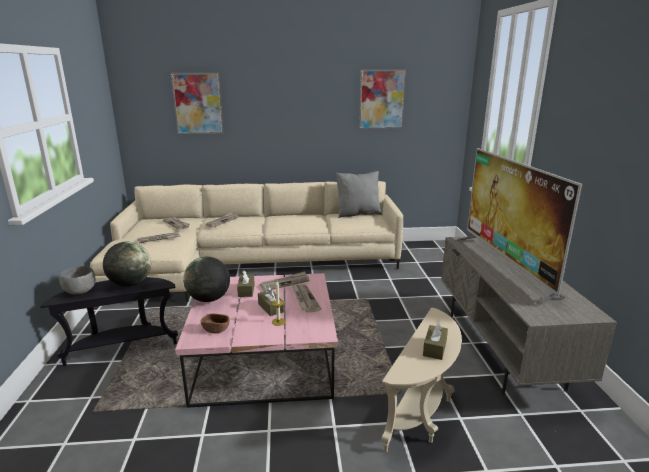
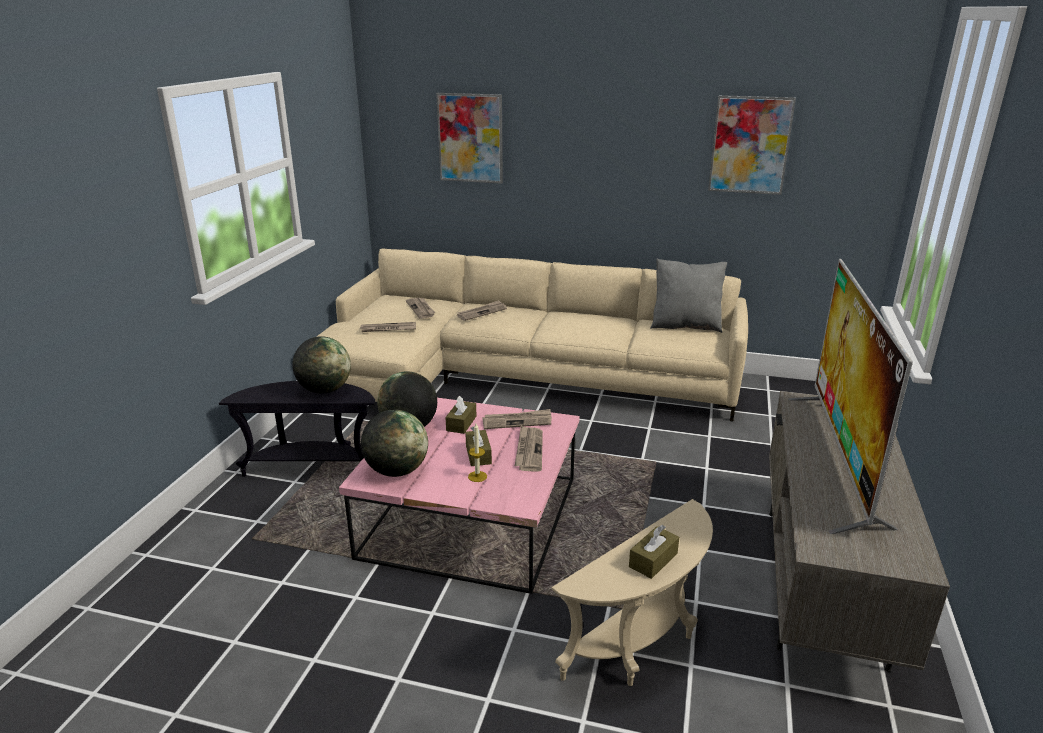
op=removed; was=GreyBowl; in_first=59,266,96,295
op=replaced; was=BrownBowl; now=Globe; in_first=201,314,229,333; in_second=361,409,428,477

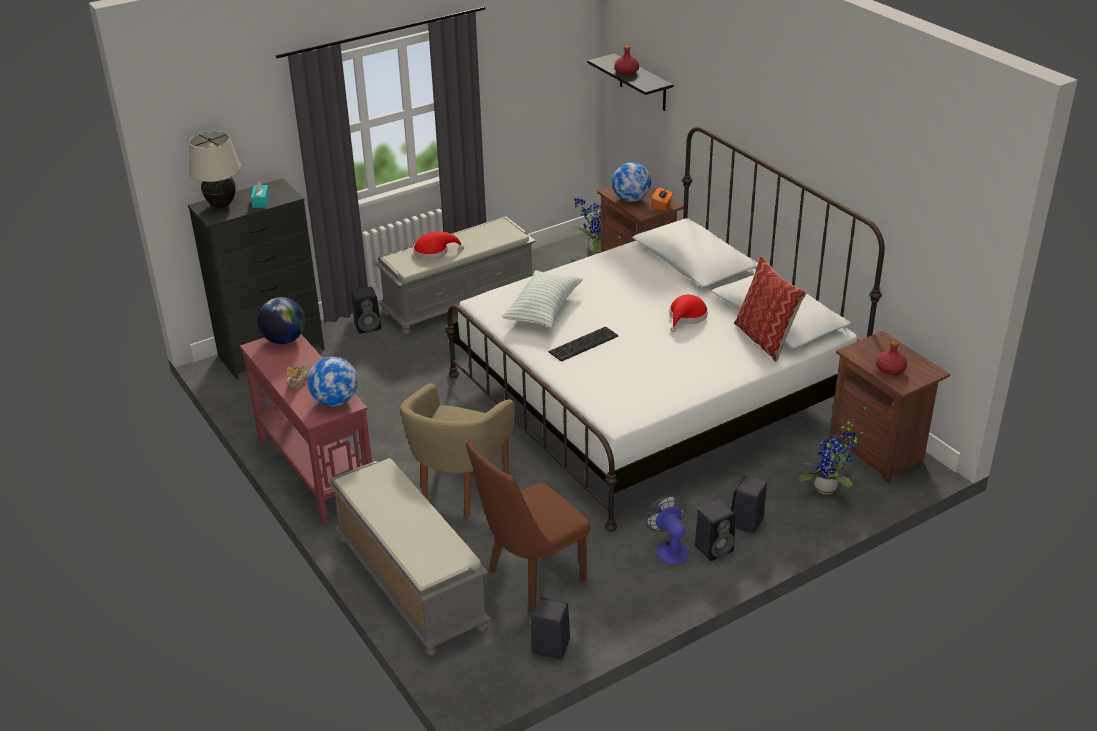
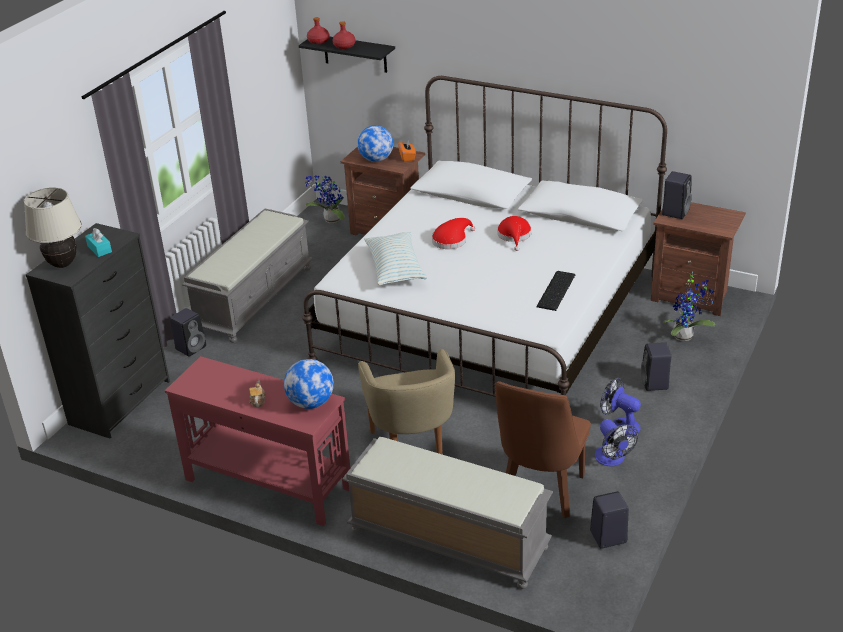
op=removed; was=Globe; in_first=257,297,305,344
op=moved; was=RedHat; in_first=413,232,464,259; in_second=432,218,475,249
op=moved; was=Keyboard; in_first=548,327,618,362; in_second=536,271,575,311
op=moved; was=BlackSpeaker; in_first=695,500,735,561; in_second=662,171,692,219
op=removed; was=Pillow; in_first=734,256,807,362
op=moved; was=RedBottle; in_first=876,341,907,375; in_second=307,17,330,44
op=added; now=Fan; in_second=595,419,639,466

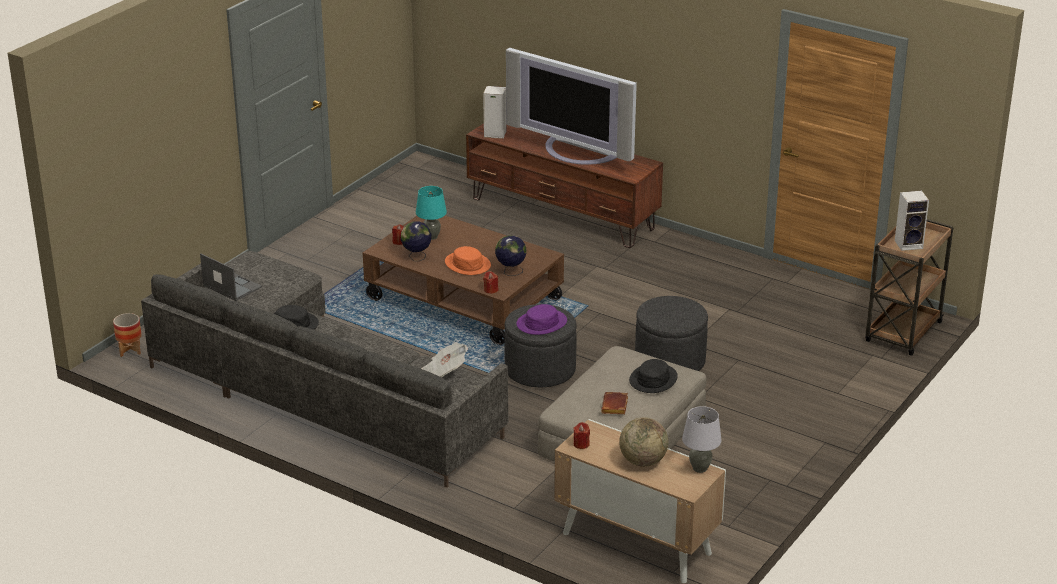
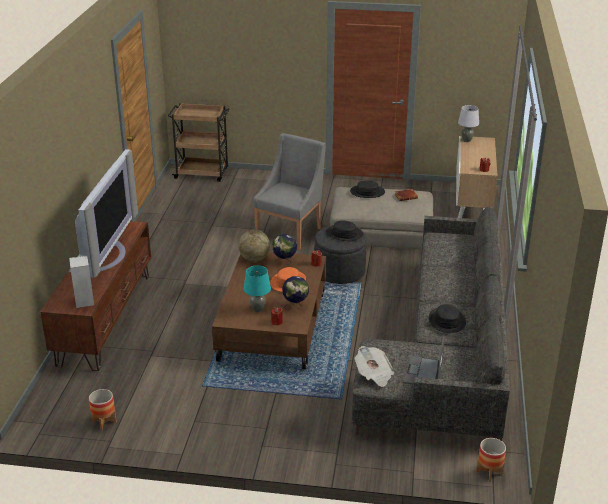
op=moved; was=Newspaper; in_first=421,342,468,377; in_second=355,346,394,387
op=recoloured; was=PurpleHat; now=BlackHat; in_first=516,304,567,335; in_second=326,221,363,241
op=moved; was=Globe; in_first=619,417,668,467; in_second=238,230,270,262
op=replaced; was=GreyOttoman; now=GreyArmchair; in_first=635,296,708,371; in_second=253,133,326,250
op=removed; was=Speaker; in_first=895,191,929,251
op=added; now=Planter; in_second=89,389,117,430

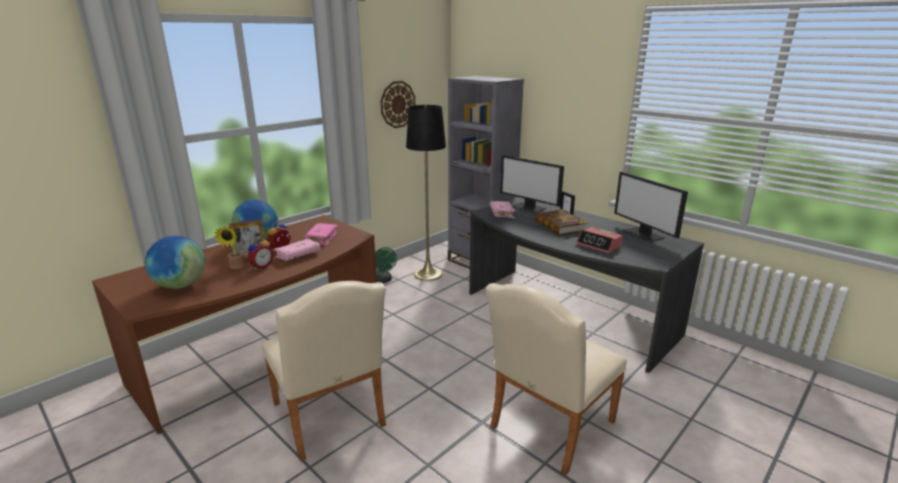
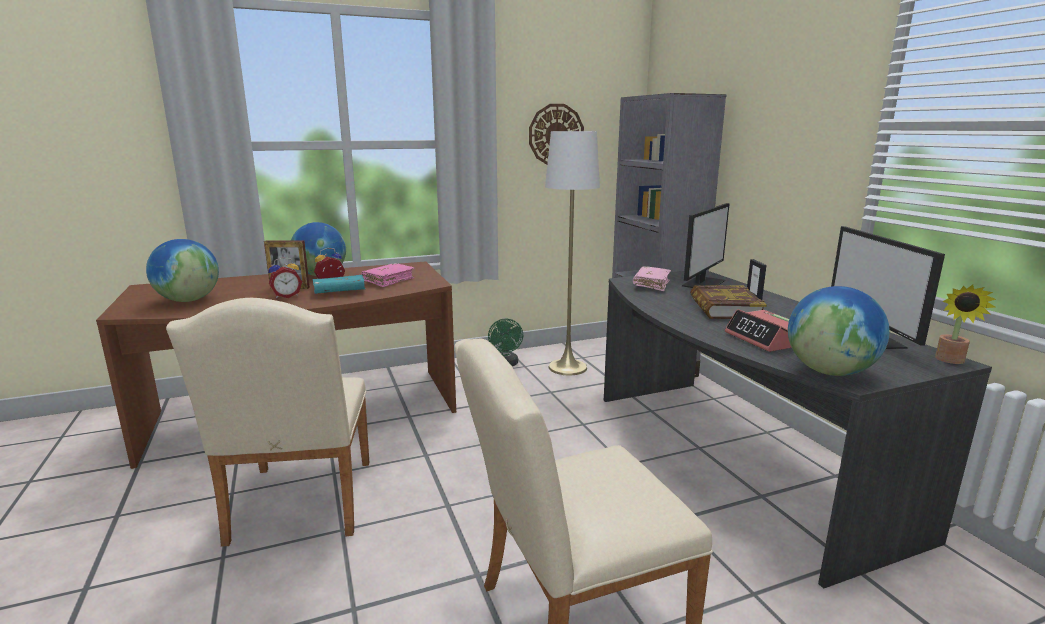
op=moved; was=PottedPlant; in_first=213,226,245,269; in_second=935,285,996,364
op=recoloured; was=PinkBook; now=TurquoiseBook; in_first=274,238,321,261; in_second=313,275,365,294
op=recoloured; was=BlackFloorLamp; now=WhiteFloorLamp; in_first=406,105,446,281; in_second=545,129,600,375
op=turned; was=Monitor; in_first=500,155,564,213; in_second=682,203,730,288; clockwise=-120
op=added; now=Globe; in_second=788,286,890,376

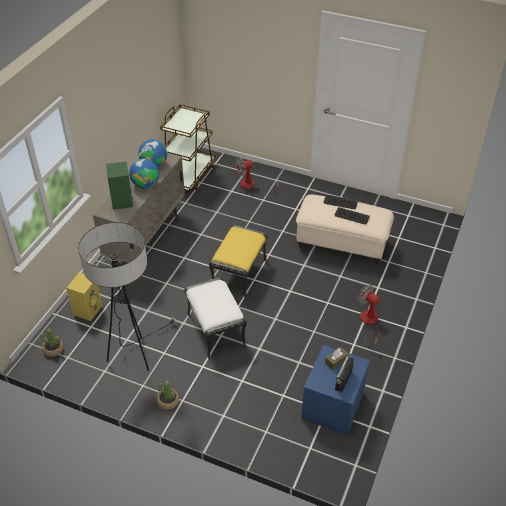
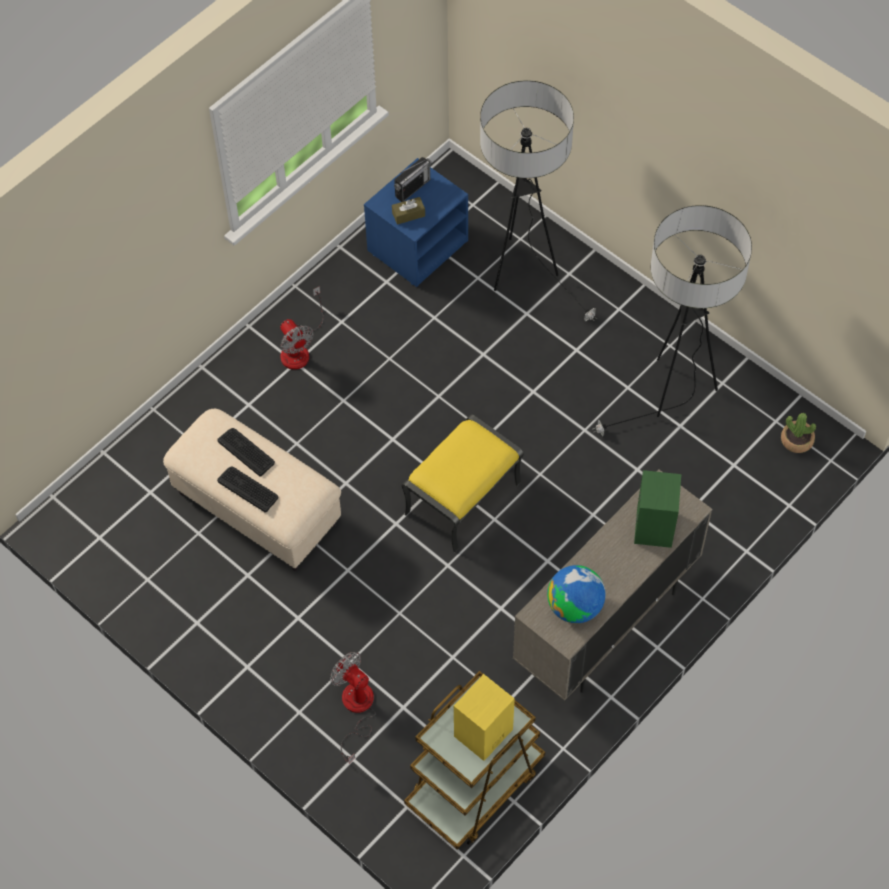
op=moved; was=YellowSpeaker; in_first=66,273,102,321; in_second=454,674,515,761
op=removed; was=Globe; in_first=129,159,159,189
op=removed; was=PottedPlant; in_first=157,381,179,410
op=removed; was=WhiteOttoman; in_first=184,277,247,359
op=turned; was=Fan; in_first=236,157,279,196; in_second=330,652,376,764; clockwise=-135
op=added; now=FloorLamp; in_second=480,80,597,321

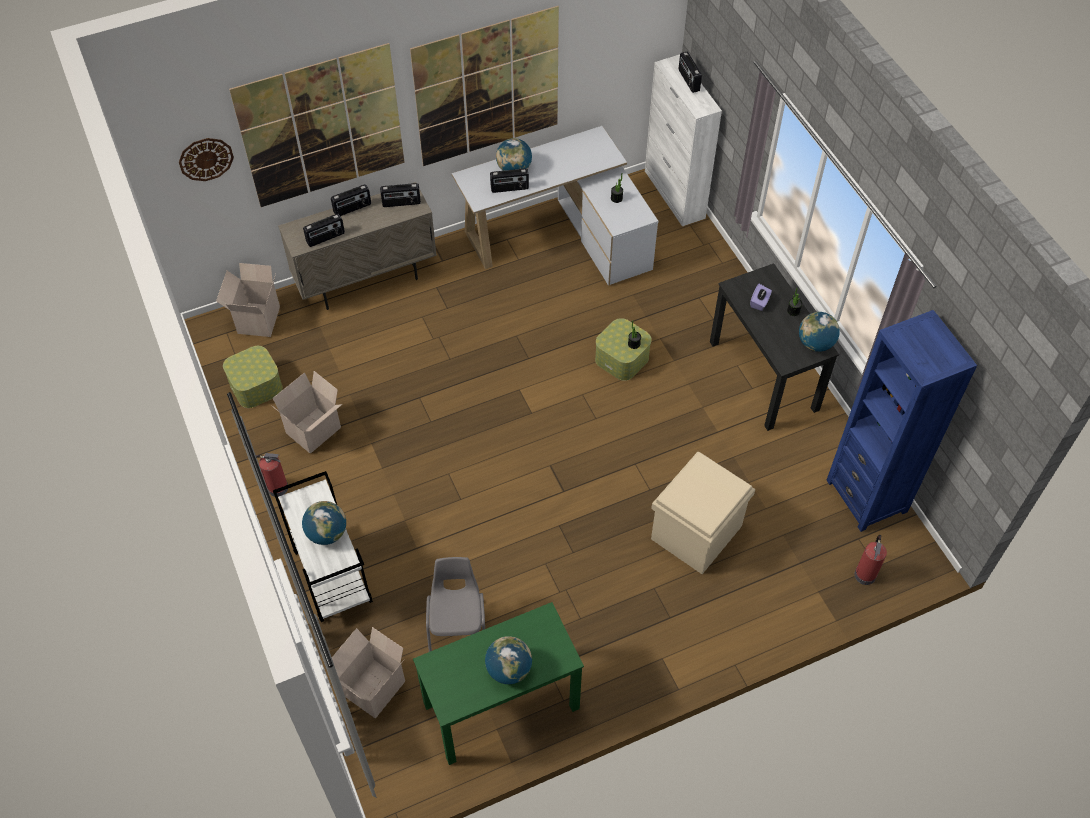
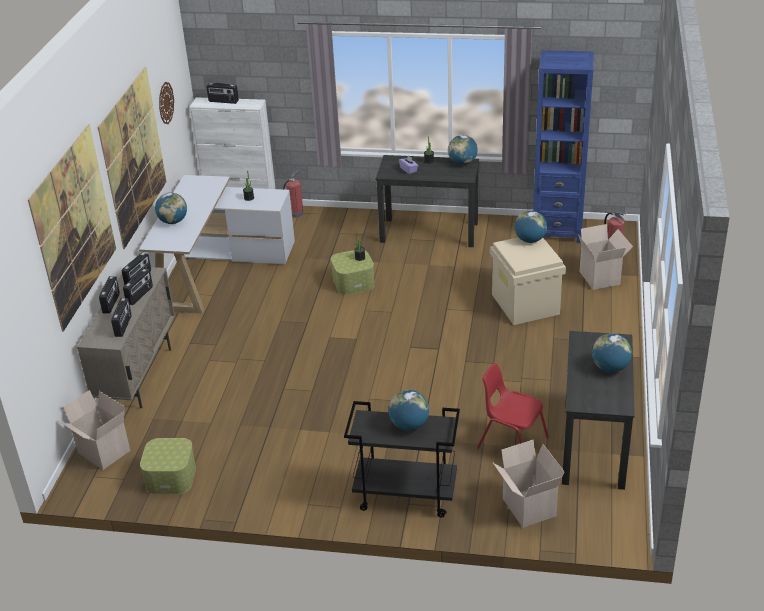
op=moved; was=WallClock; in_first=179,138,234,181; in_second=159,82,174,124
op=moved; was=FireExtinguisher; in_first=256,453,288,497; in_second=283,170,304,218
op=moved; was=CardboardBox; in_first=271,371,342,454; in_second=578,224,633,290
op=recoloured; was=WhiteCart; now=BlackCart; in_first=273,471,373,622; in_second=344,401,460,518
op=recoloured; was=GreenDesk; now=BlackDesk; in_first=413,602,584,765; in_second=562,331,635,490
op=recoloured; was=GreyChair; now=RedChair; in_first=426,557,485,652; in_second=477,363,549,449
op=moved; was=Radio; in_first=490,168,529,193; in_second=123,269,153,305
op=added; now=Globe; in_second=514,211,547,243

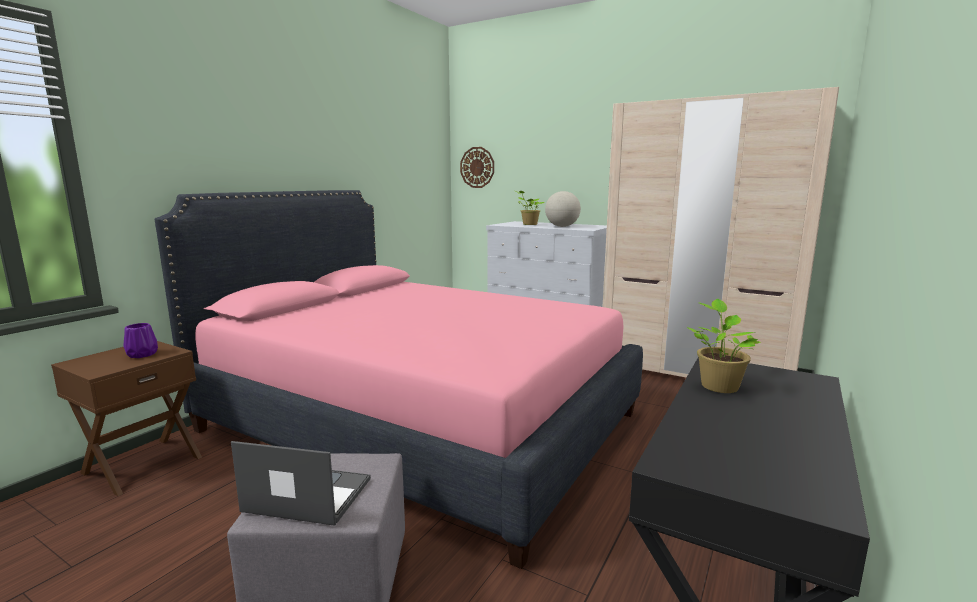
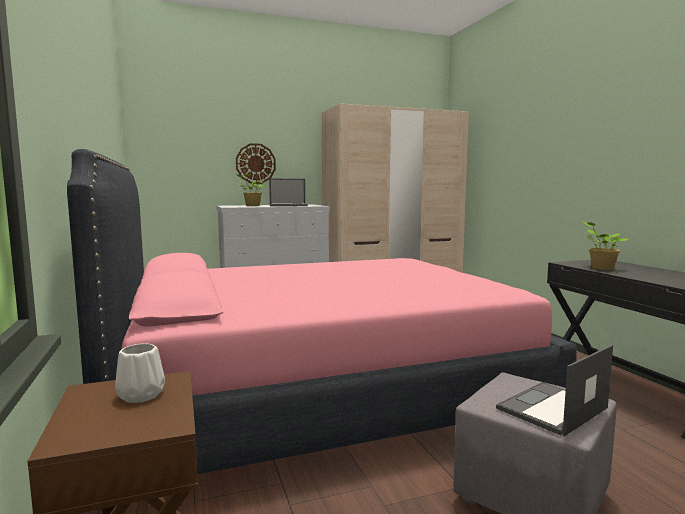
op=recoloured; was=PurpleVase; now=WhiteVase; in_first=123,323,158,358; in_second=115,344,165,403
op=moved; was=WallClock; in_first=460,147,494,188; in_second=236,143,276,184
op=replaced; was=Globe; now=Laptop; in_first=545,191,581,227; in_second=269,179,308,207

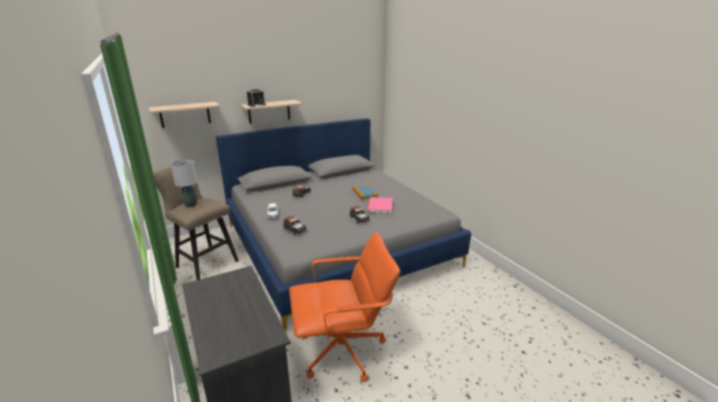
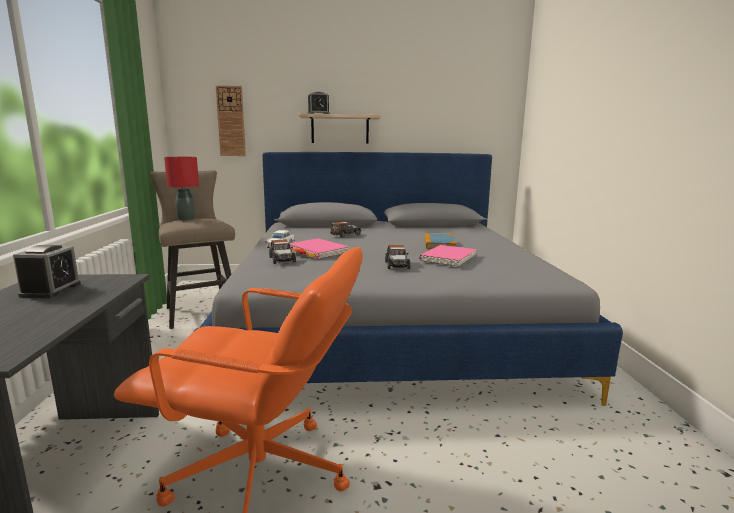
op=replaced; was=Shelf; now=WallClock; in_first=149,102,220,128; in_second=216,86,246,156
op=recoloured; was=GreyTableLamp; now=RedTableLamp; in_first=170,159,198,207; in_second=164,157,199,221
op=added; now=AlarmClock; in_second=13,245,81,298
op=added; now=PinkBook; in_second=290,238,350,259

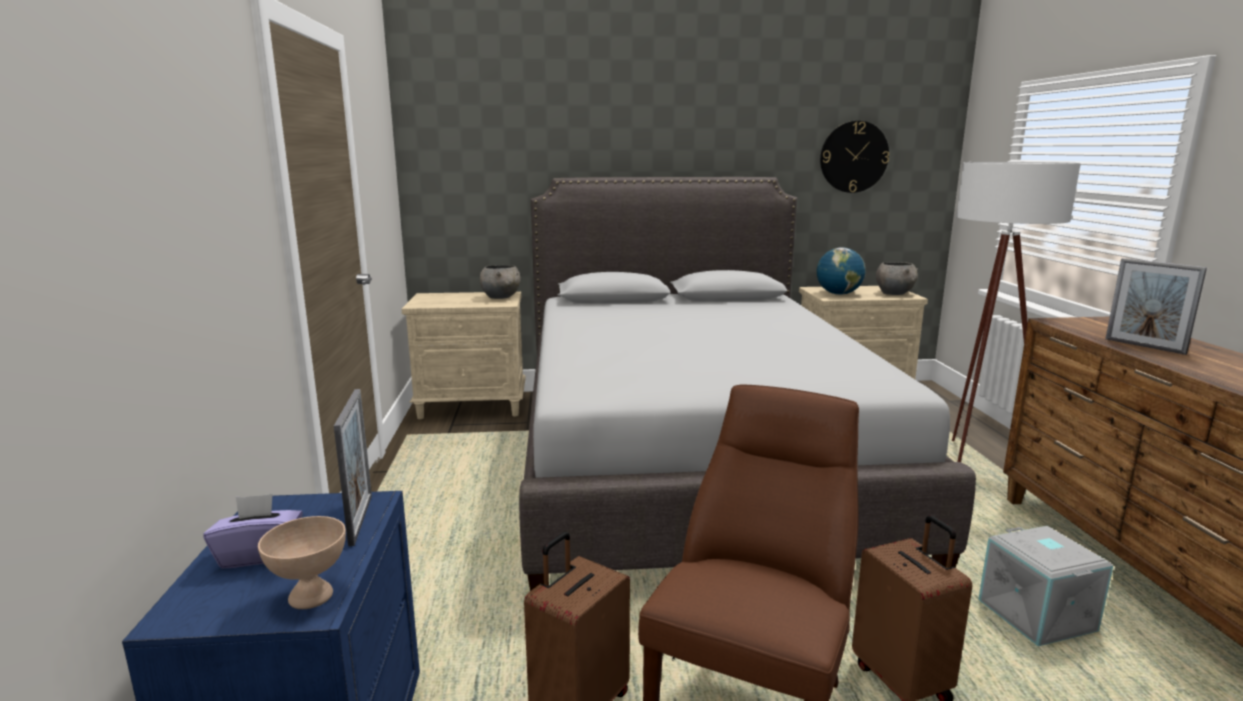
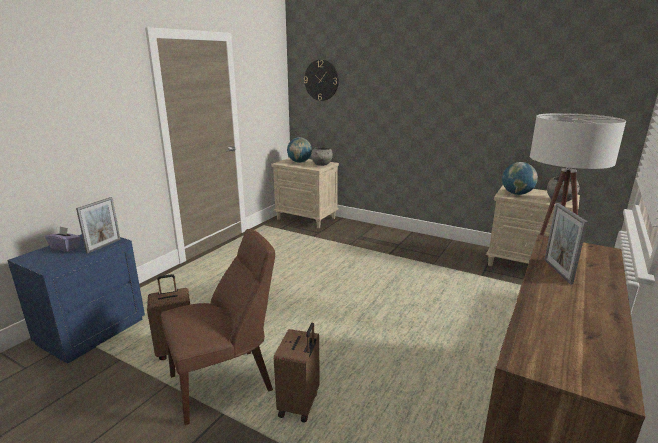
op=removed; was=BeigeBowl; in_first=258,516,346,609
op=removed; was=GreyBed; in_first=519,177,976,591
op=moved; was=WallClock; in_first=820,121,889,193; in_second=304,60,339,101
op=removed; was=GreyStorageBox; in_first=978,526,1113,646
op=added; now=Globe; in_second=287,137,312,163

